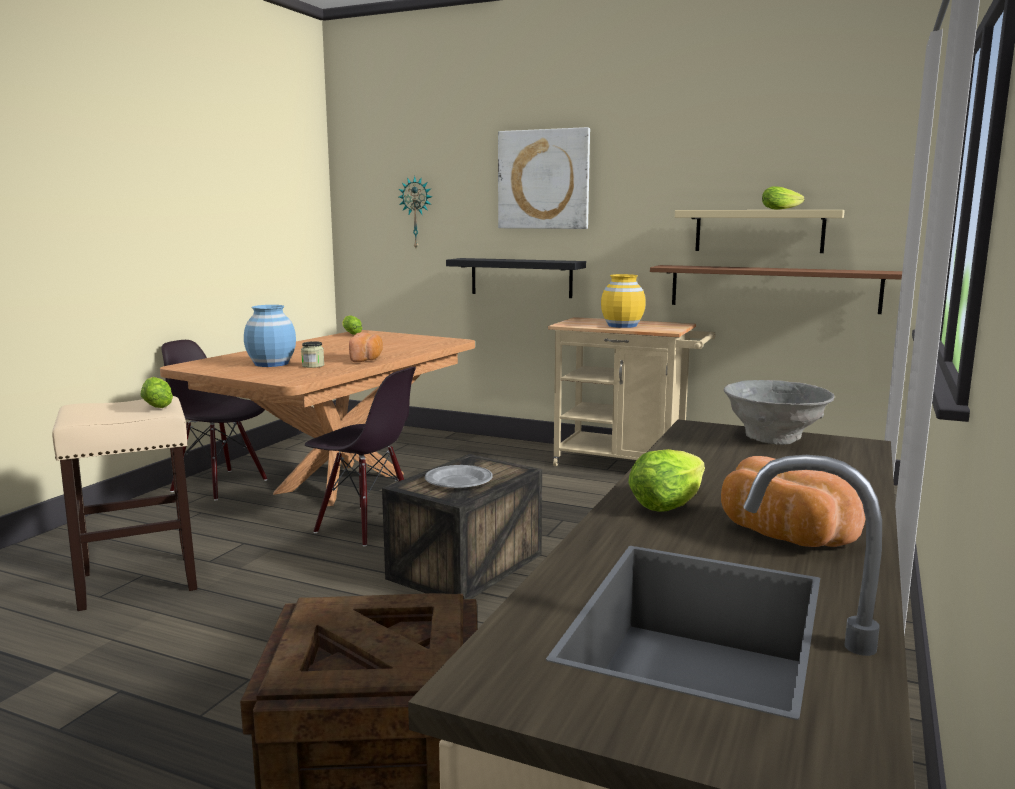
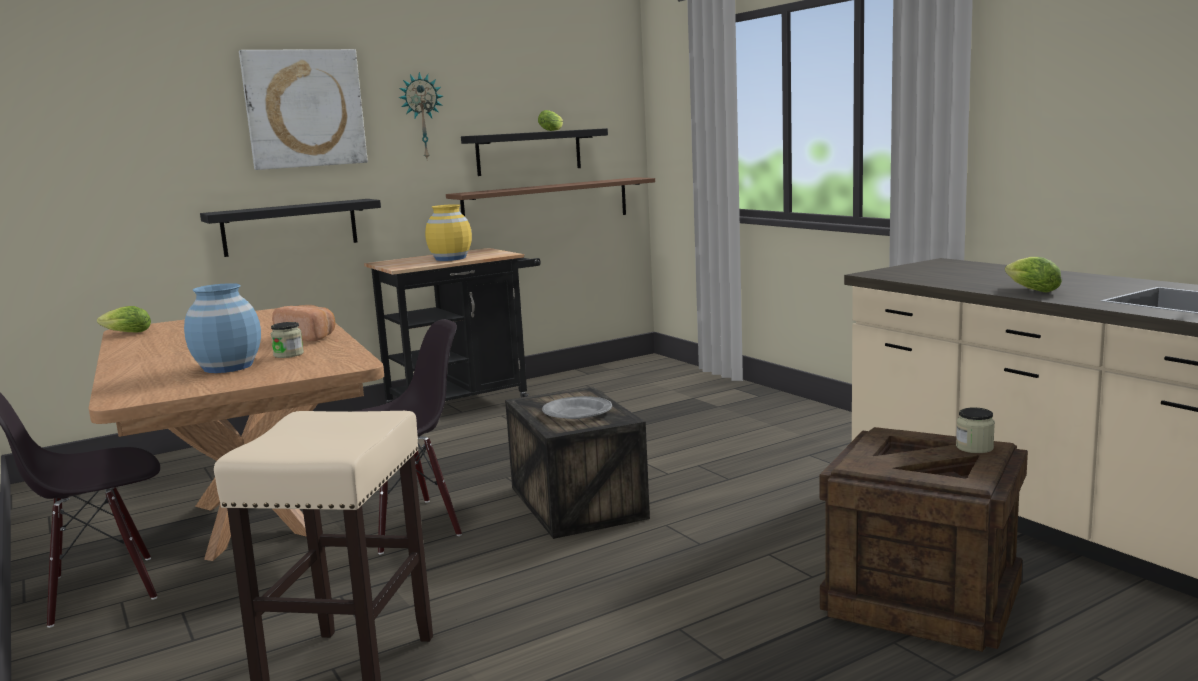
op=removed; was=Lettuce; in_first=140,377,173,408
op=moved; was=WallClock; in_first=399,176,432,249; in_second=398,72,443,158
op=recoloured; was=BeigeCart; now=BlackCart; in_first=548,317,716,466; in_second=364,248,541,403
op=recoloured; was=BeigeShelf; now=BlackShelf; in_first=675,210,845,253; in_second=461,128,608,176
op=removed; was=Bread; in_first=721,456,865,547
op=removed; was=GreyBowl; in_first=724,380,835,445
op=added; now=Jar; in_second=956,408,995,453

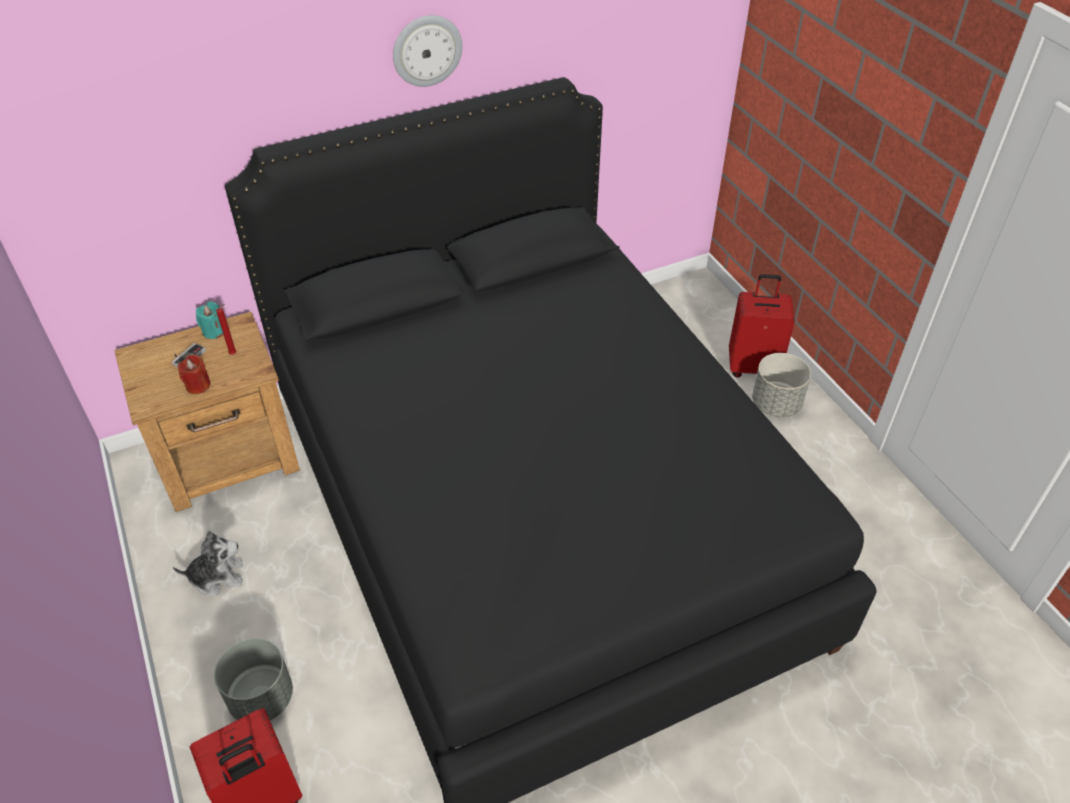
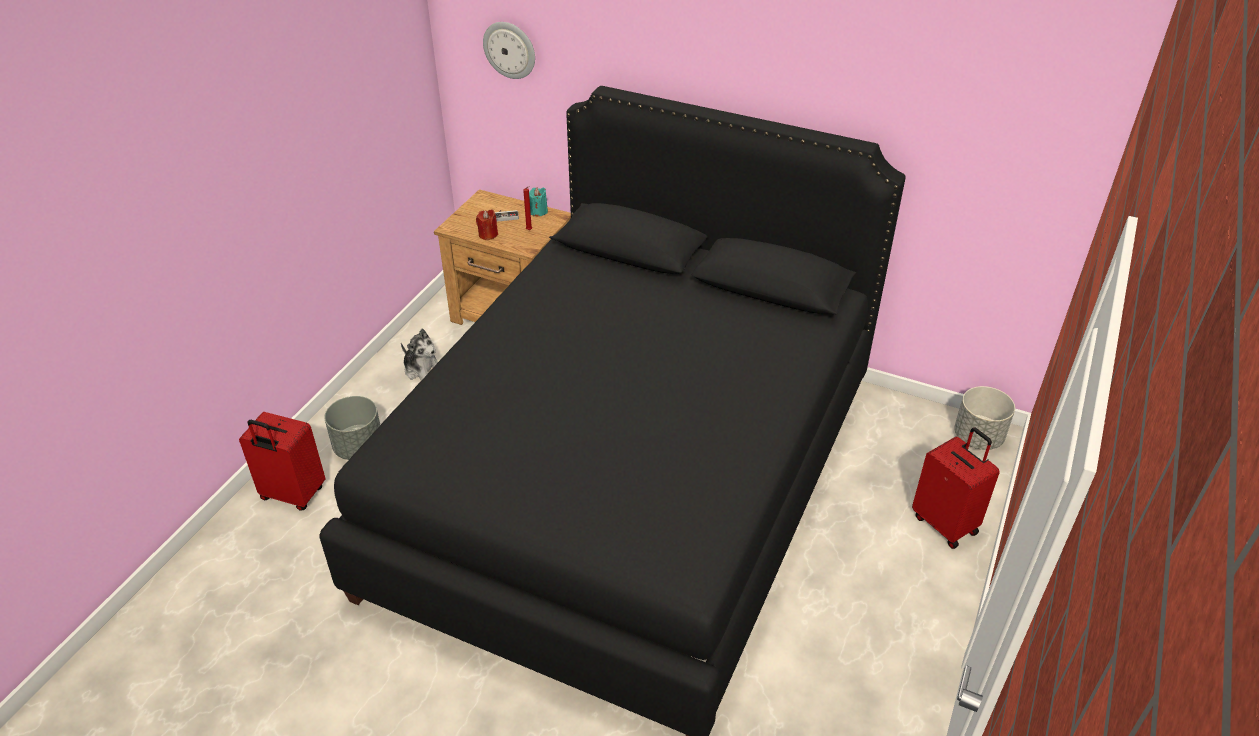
op=moved; was=WallClock; in_first=393,15,462,87; in_second=483,22,535,79
op=moved; was=GreyPlanter; in_first=752,353,811,417; in_second=954,386,1015,450

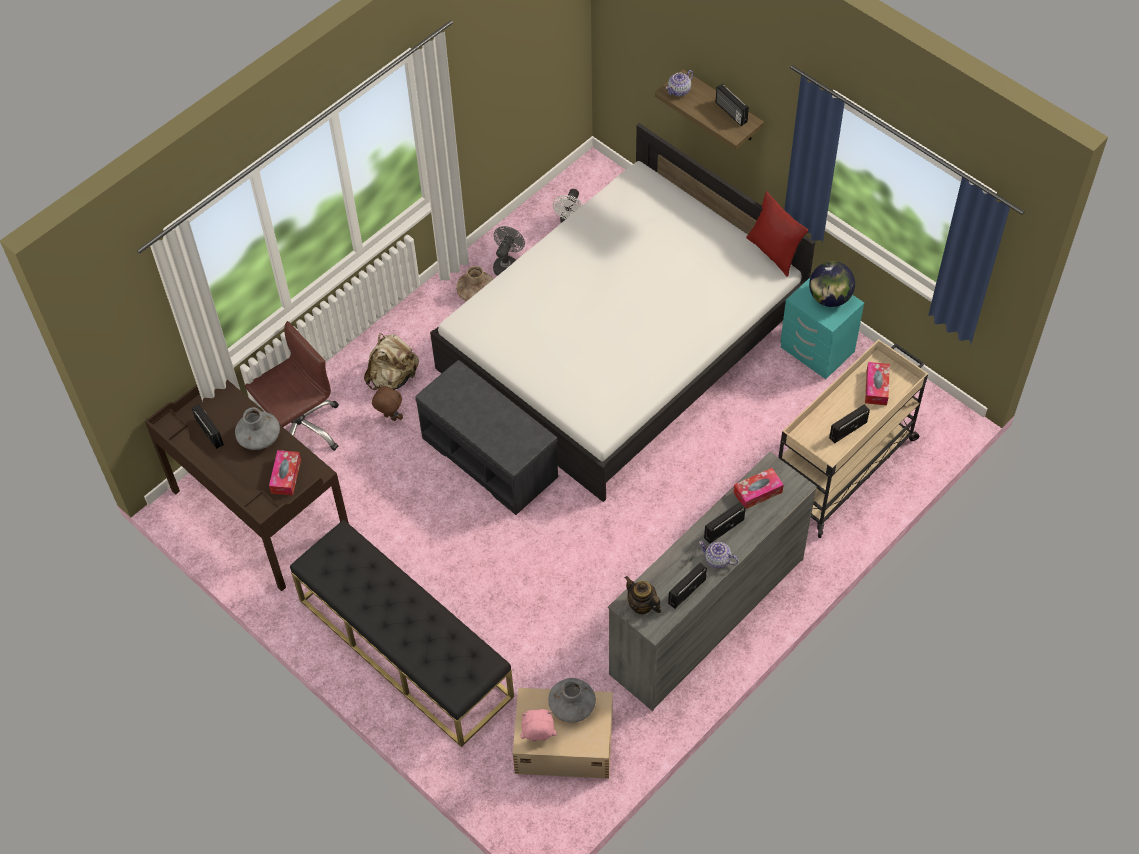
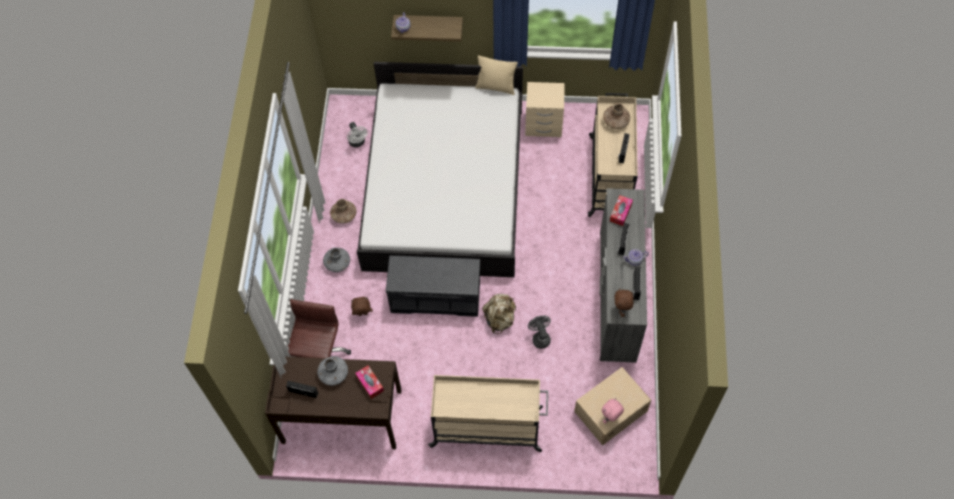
op=replaced; was=BlackBench; now=BeigeCart; in_first=290,520,514,747; in_second=428,375,548,452
op=moved; was=BeigeBackpack; in_first=364,333,419,390; in_second=482,294,516,334
op=moved; was=GreyFan; in_first=493,226,525,276; in_second=528,315,551,349
op=moved; was=GreyVase; in_first=548,678,596,722; in_second=323,248,350,272
op=replaced; was=Teapot; now=BrownPlushToy; in_first=625,576,661,615; in_second=615,288,634,317
op=removed; was=Radio; in_first=716,84,749,126
op=recoloured; was=RedPillow; now=BeigePillow; in_first=746,191,808,277; in_second=475,55,518,95
op=recoloured; was=TurquoiseNightstand; now=BeigeNightstand; in_first=780,278,864,379; in_second=525,82,565,137
op=removed; was=Globe; in_first=809,261,855,307
op=replaced; was=TissueBox; now=BrownVase; in_first=865,362,890,405; in_second=603,103,630,129

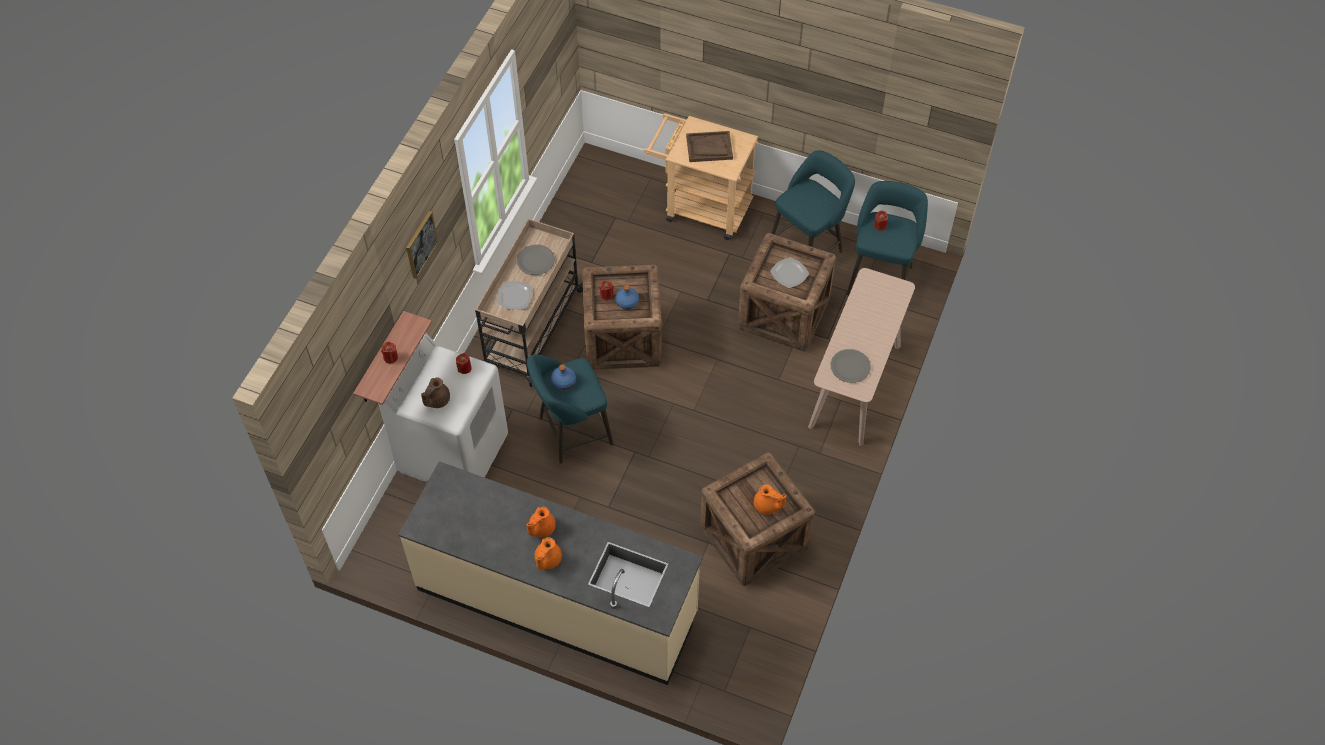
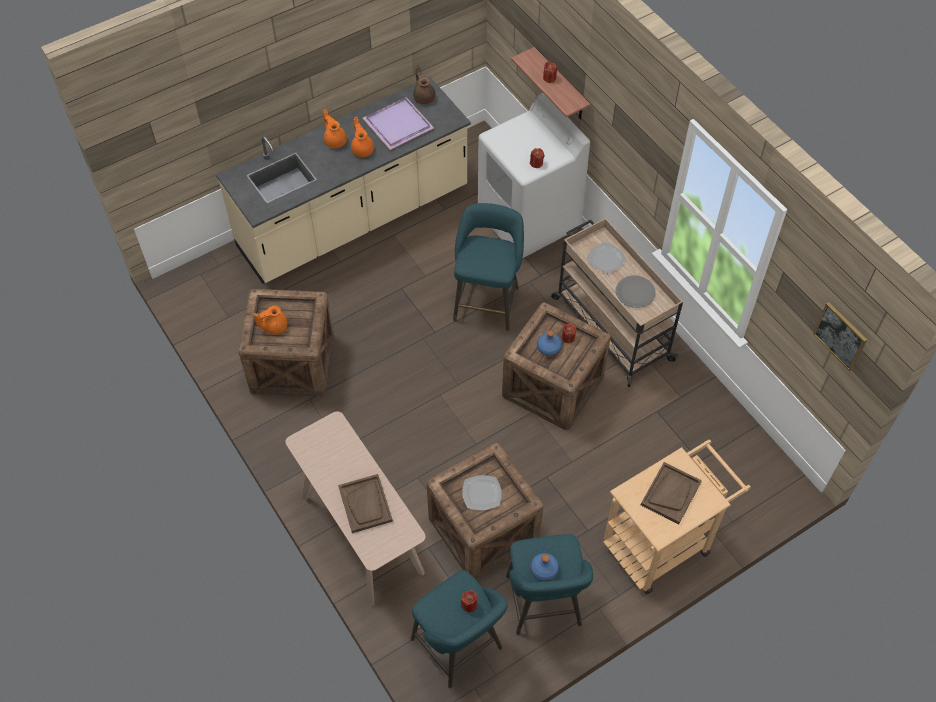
op=moved; was=Picture; in_first=406,211,438,279; in_second=813,302,867,371
op=moved; was=BrownTeapot; in_first=421,377,450,408; in_second=413,65,436,104
op=moved; was=BlueBottle; in_first=551,364,576,390; in_second=530,553,559,581
op=removed; was=GreyPlate; in_first=830,349,871,383
op=added; now=BrownTray; in_second=338,474,393,533
op=added; now=PurpleTray; in_second=363,97,434,150

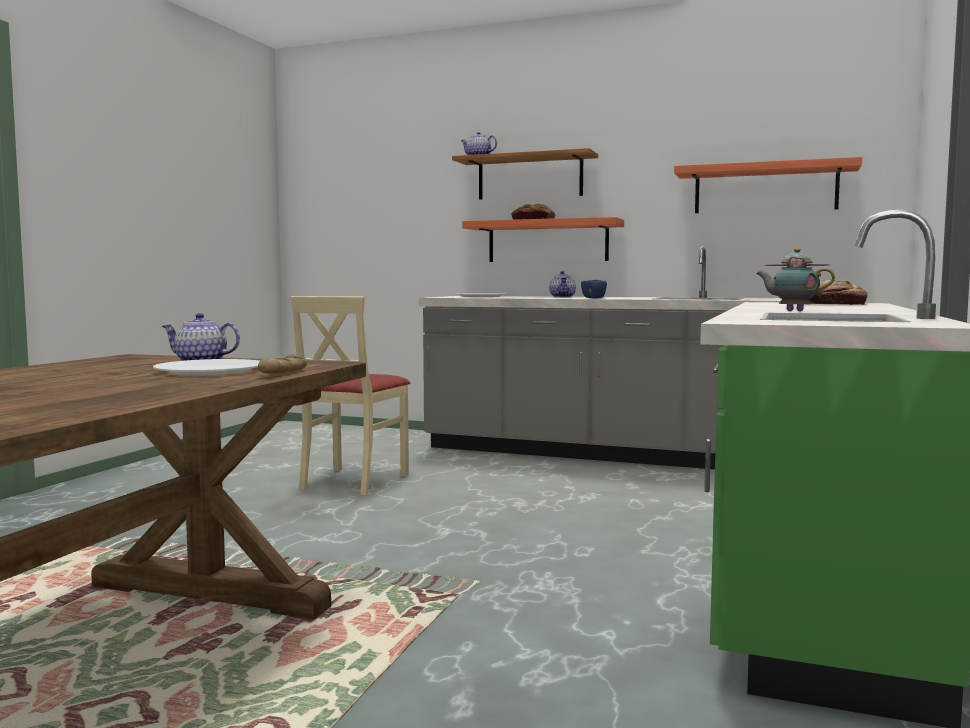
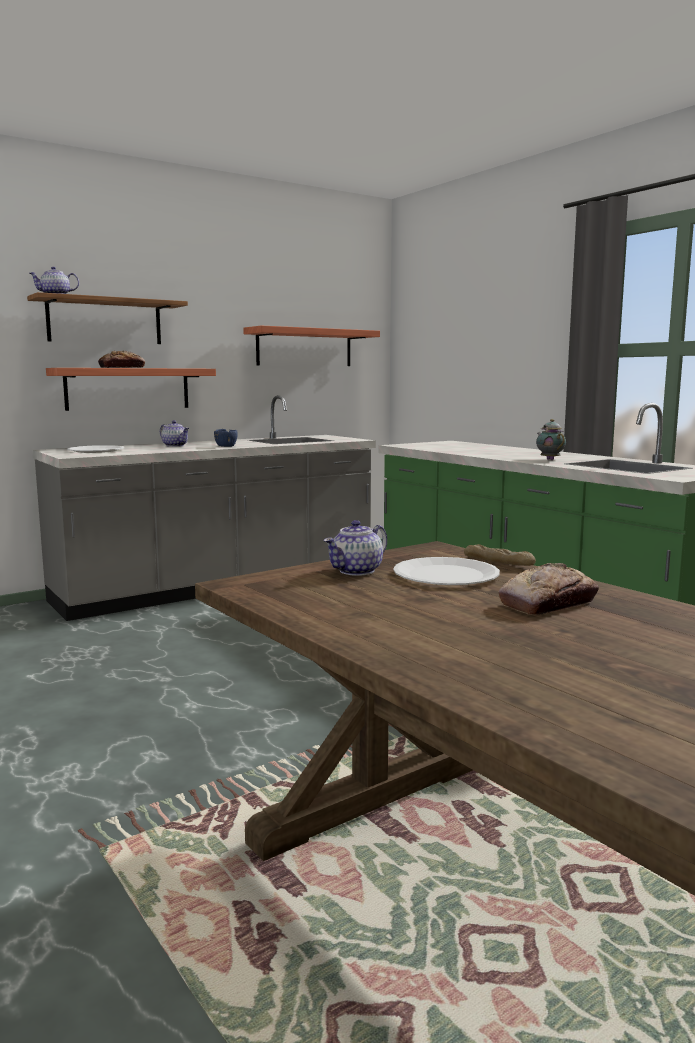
op=removed; was=BeigeChair; in_first=290,296,410,495
op=turned; was=Teapot; in_first=756,248,835,311; in_second=536,419,566,460; clockwise=105
op=moved; was=Bread; in_first=809,280,868,305; in_second=498,563,599,615

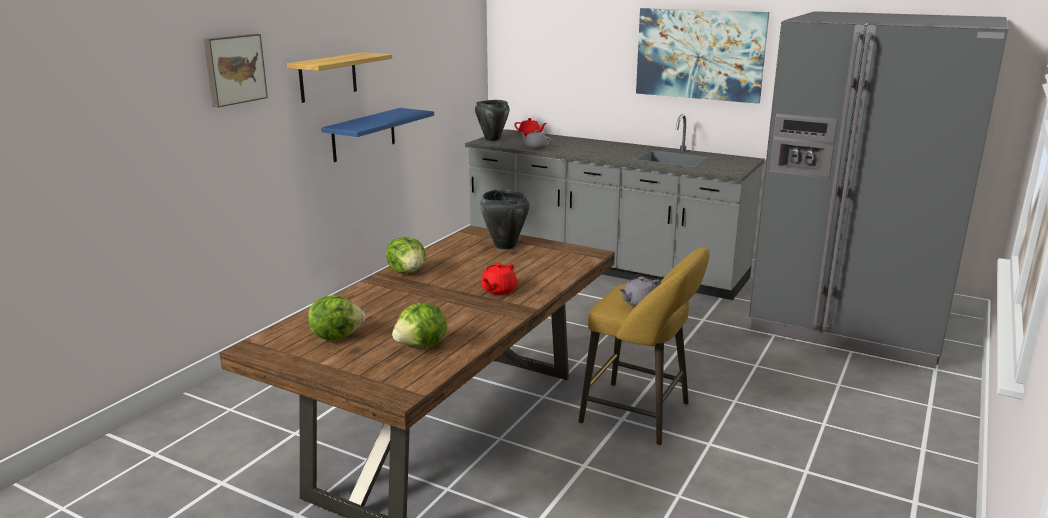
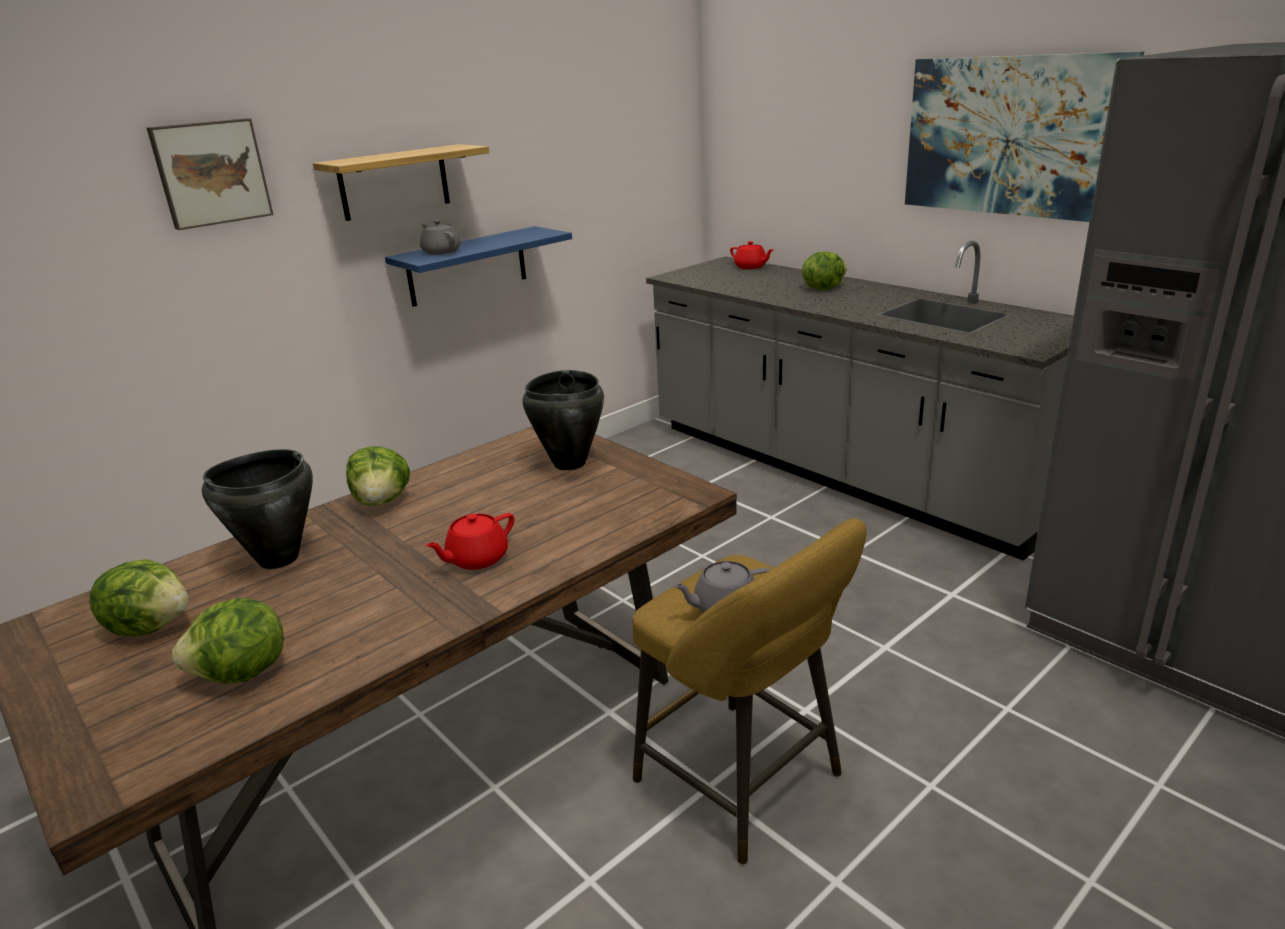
op=moved; was=BlackCookingPot; in_first=475,100,510,141; in_second=202,449,313,569
op=moved; was=GreyTeapot; in_first=520,130,552,150; in_second=420,220,461,255
op=added; now=Lettuce; in_second=802,252,847,290

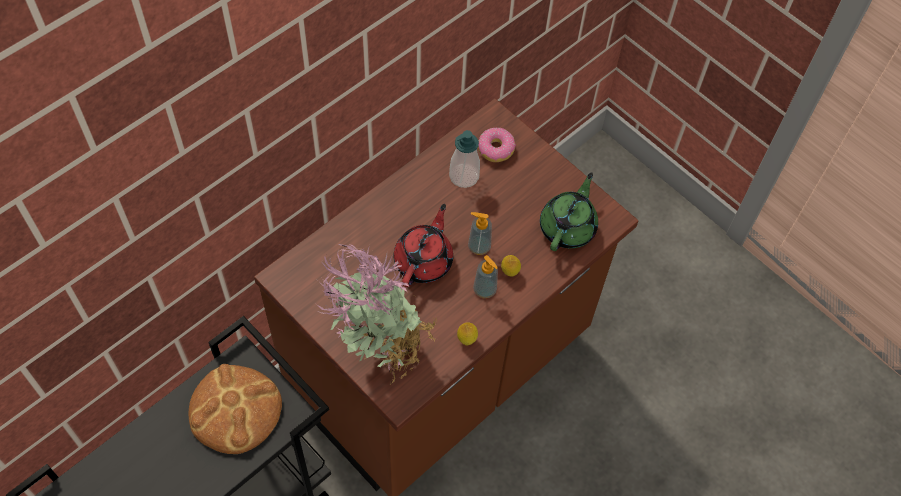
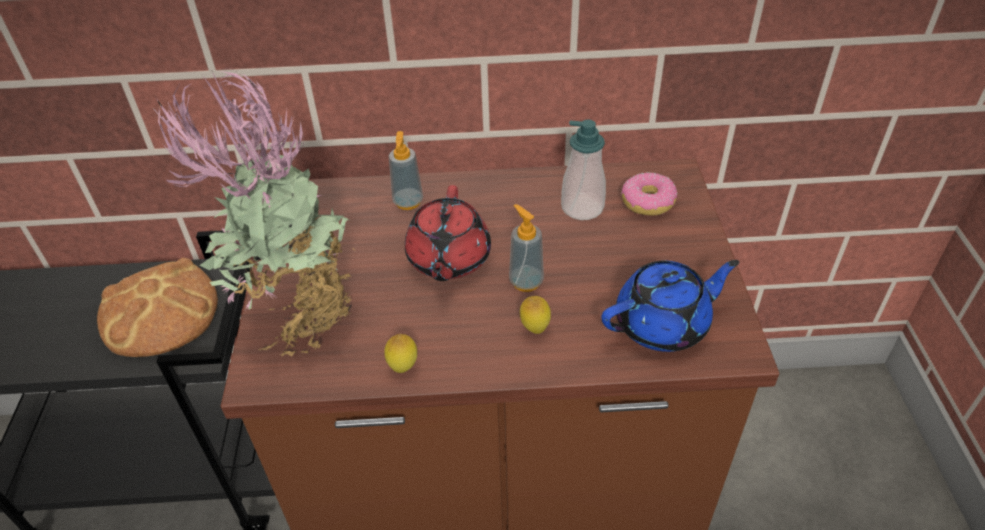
op=turned; was=RedTeapot; in_first=393,204,453,287; in_second=405,185,491,281; clockwise=120
op=moved; was=SoapDispenser; in_first=473,255,498,298; in_second=389,131,423,210
op=recoloured; was=GreenTeapot; now=BlueTeapot; in_first=540,172,598,251; in_second=601,260,740,352

